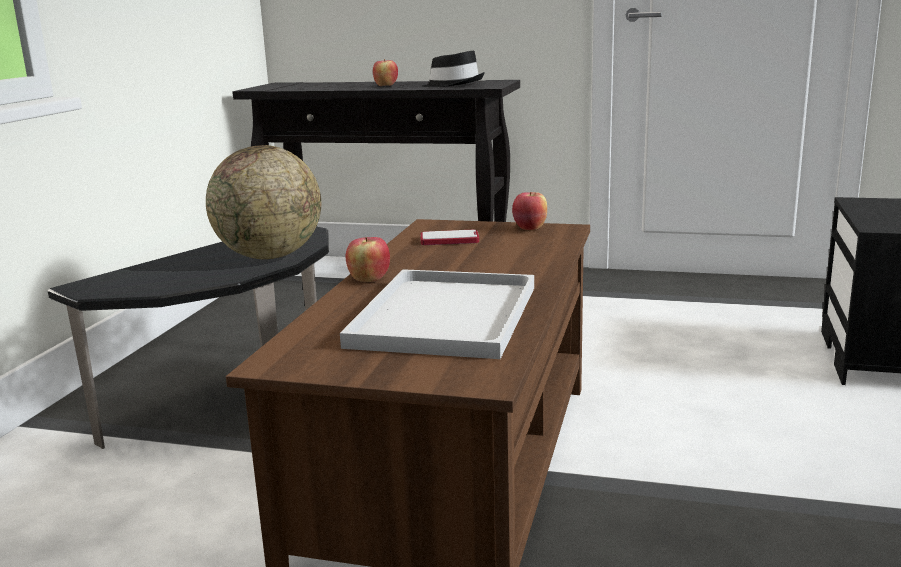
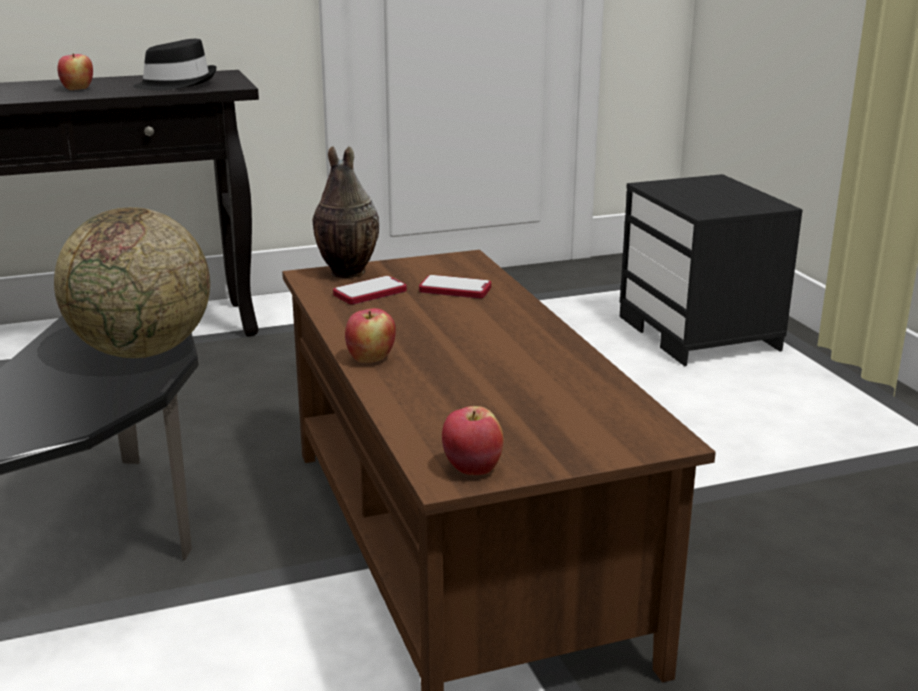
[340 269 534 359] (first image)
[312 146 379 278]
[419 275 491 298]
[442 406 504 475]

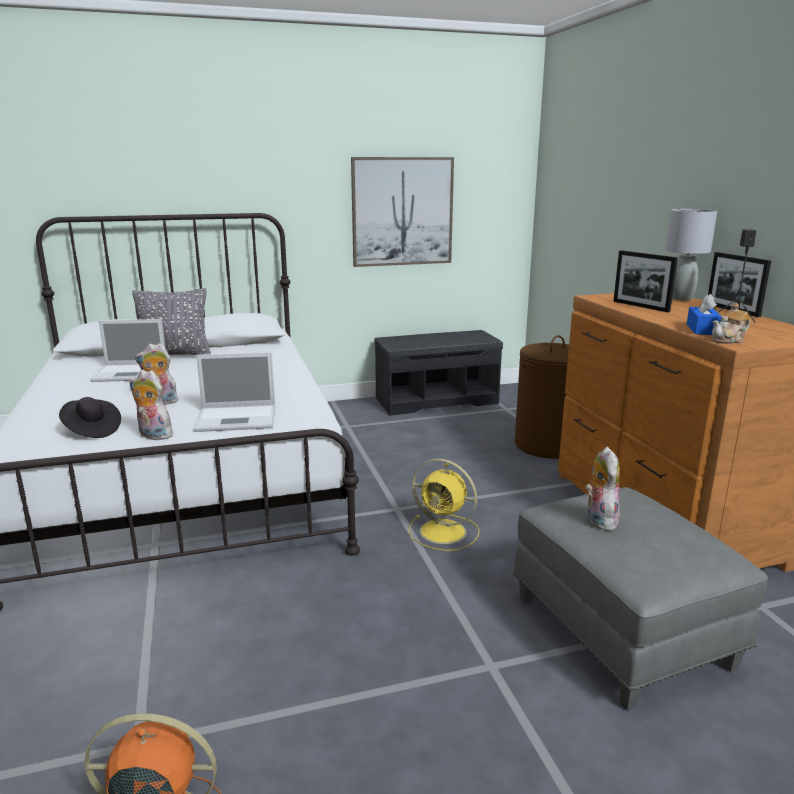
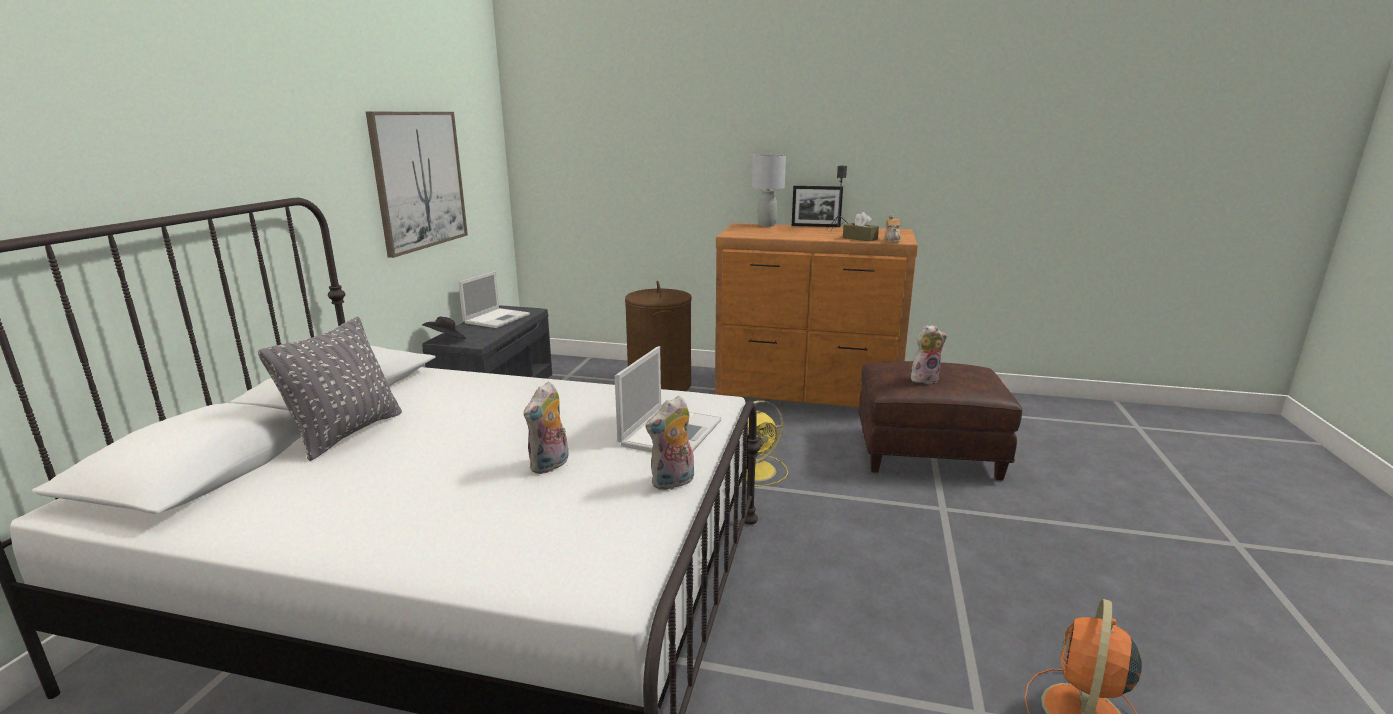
[613 250 678 312] (first image)
[422 317 466 339]
[458 271 530 328]
[858 361 1023 480]
[843 212 879 242]
[911 325 947 384]

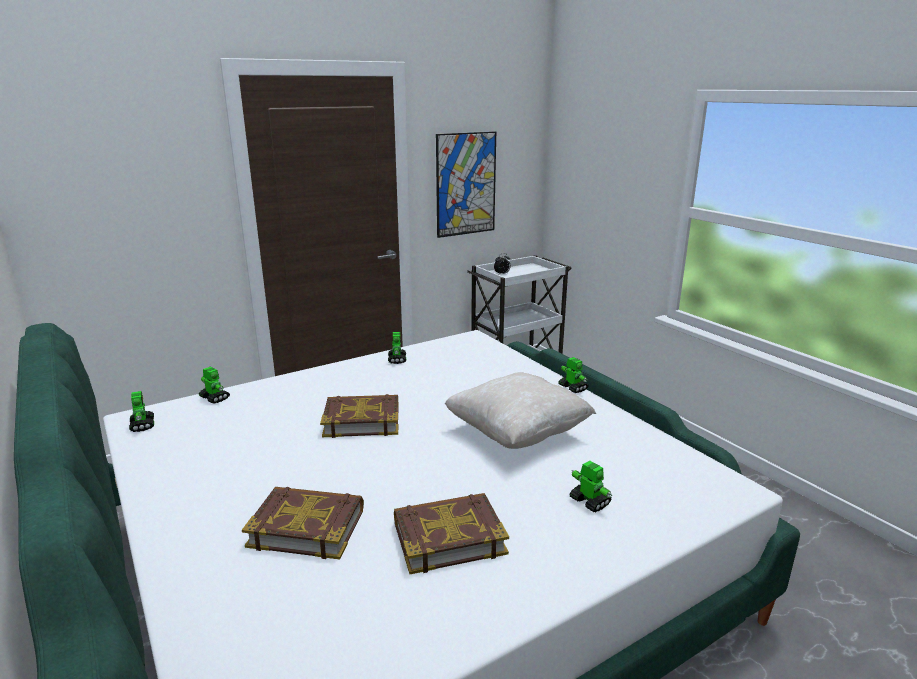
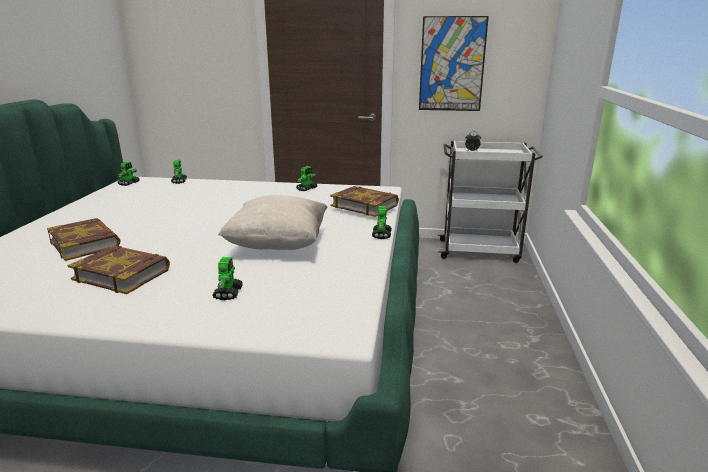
[330 186 399 217]

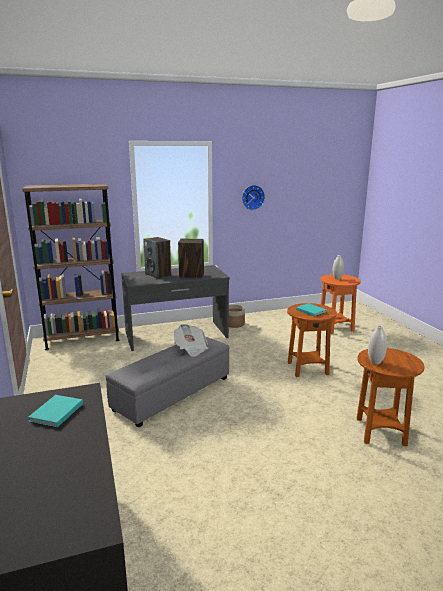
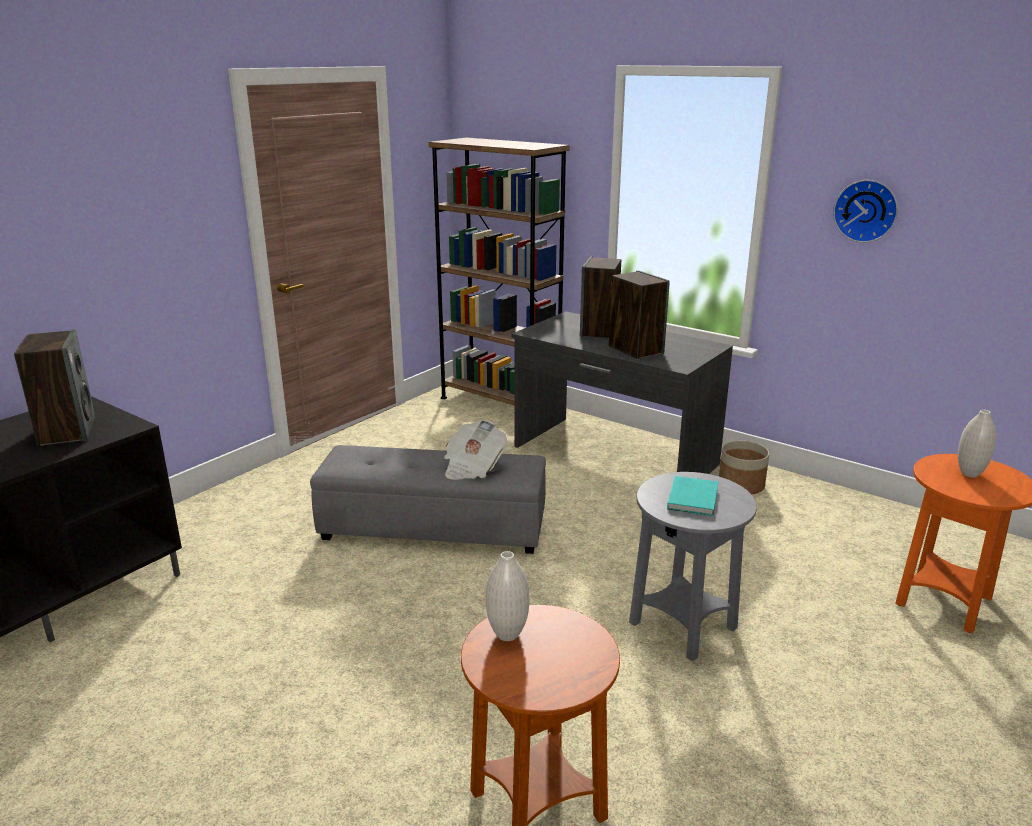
[14 329 95 446]
[629 472 757 662]

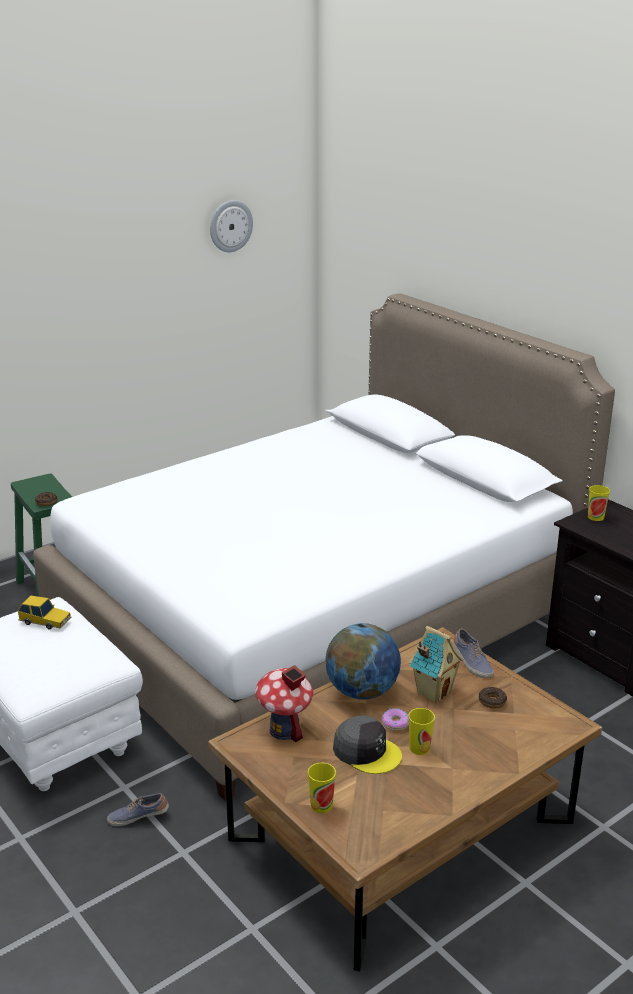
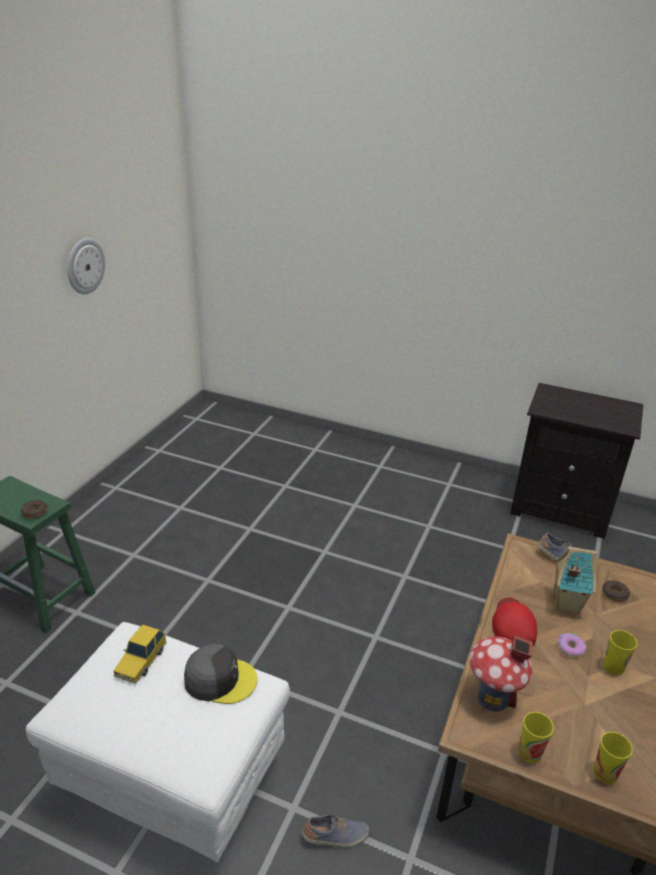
[33 293 615 801] (first image)
[67 238 105 294]
[184 644 257 704]
[518 712 554 763]
[492 597 537 646]
[113 624 167 684]
[302 814 369 848]

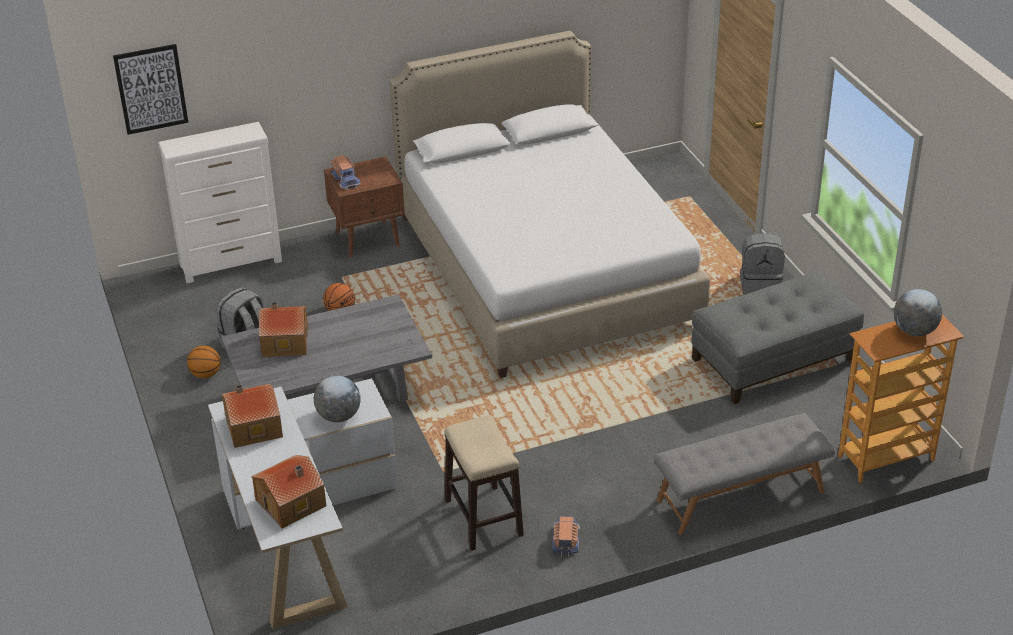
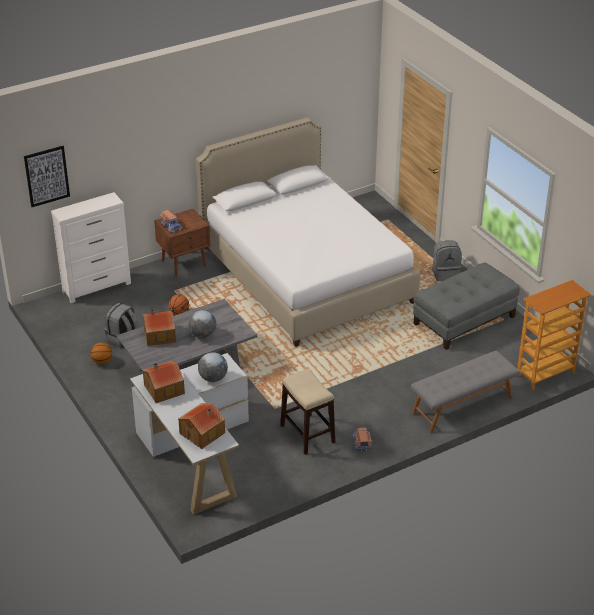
[188 310 216 338]

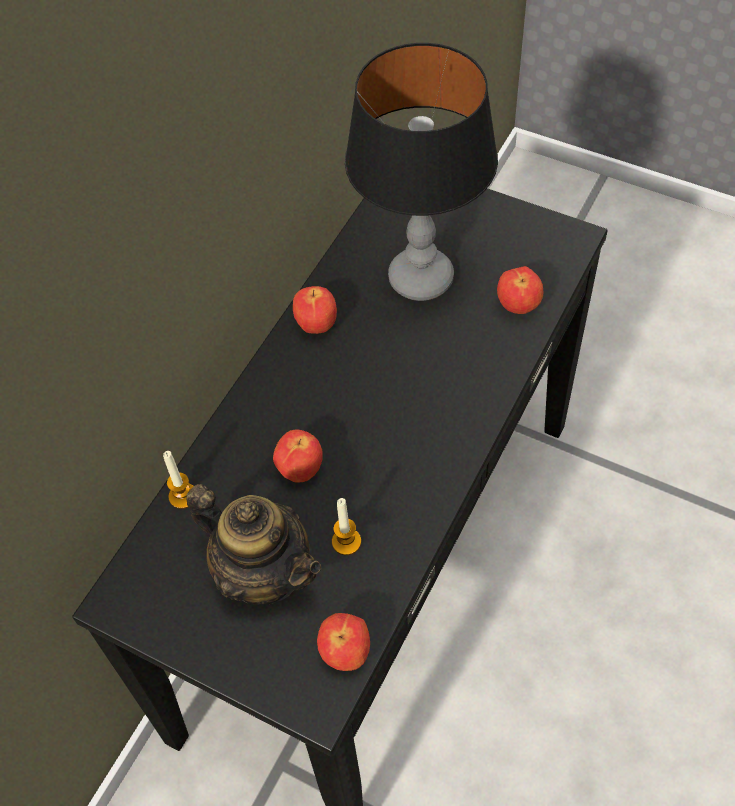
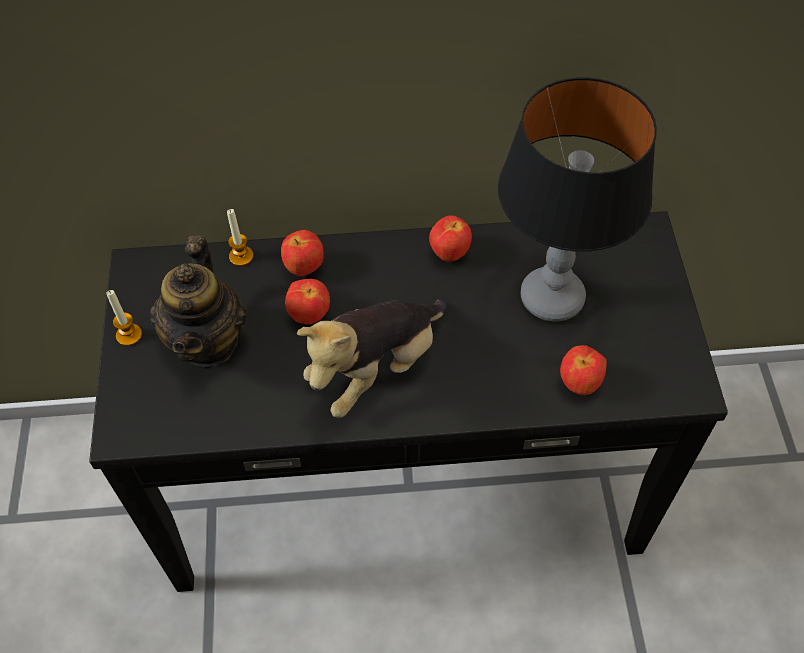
[297 299 446 418]
[281 230 324 276]
[106 290 142 346]

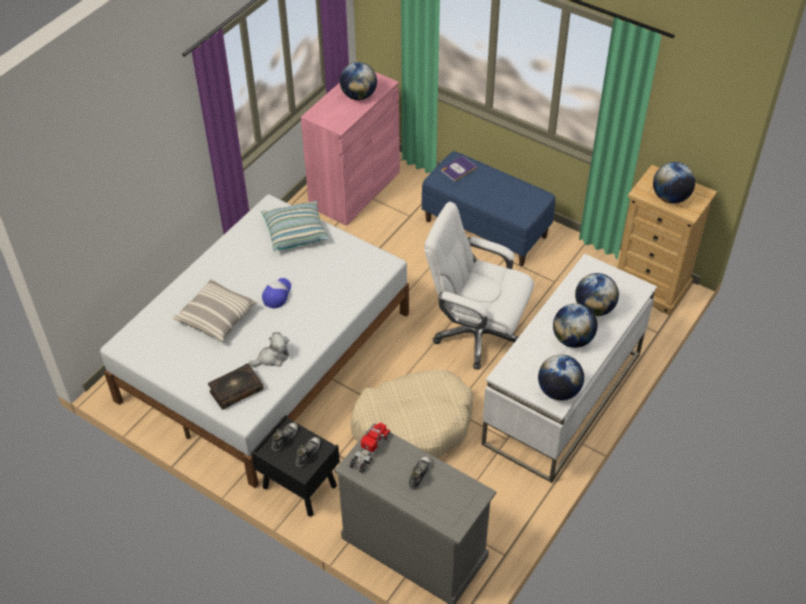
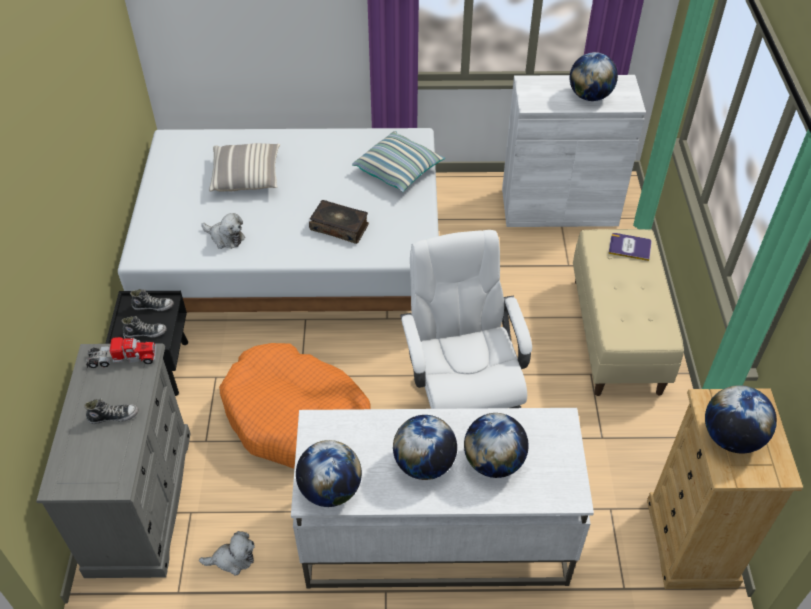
[262 278 291 308] (first image)
[199 531 255 575]
[309 200 369 244]
[502 75 646 227]
[219 343 370 468]
[573 229 684 396]

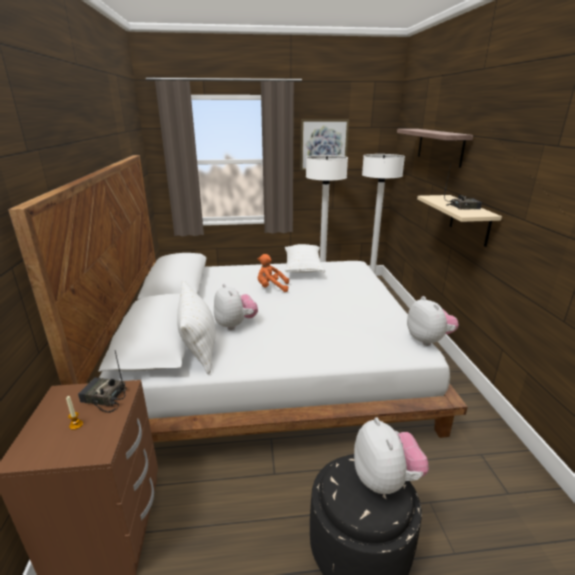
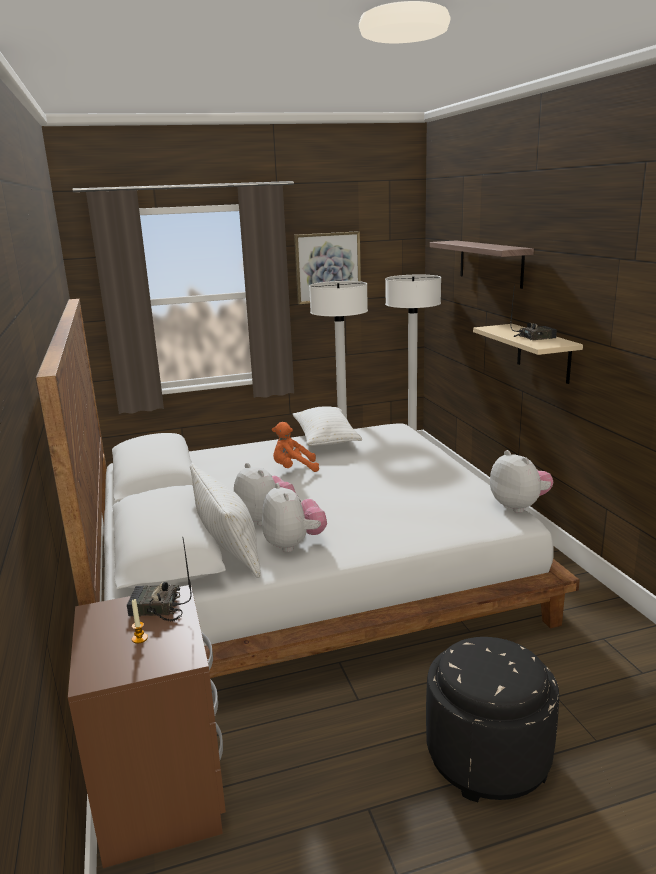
[262 483 327 552]

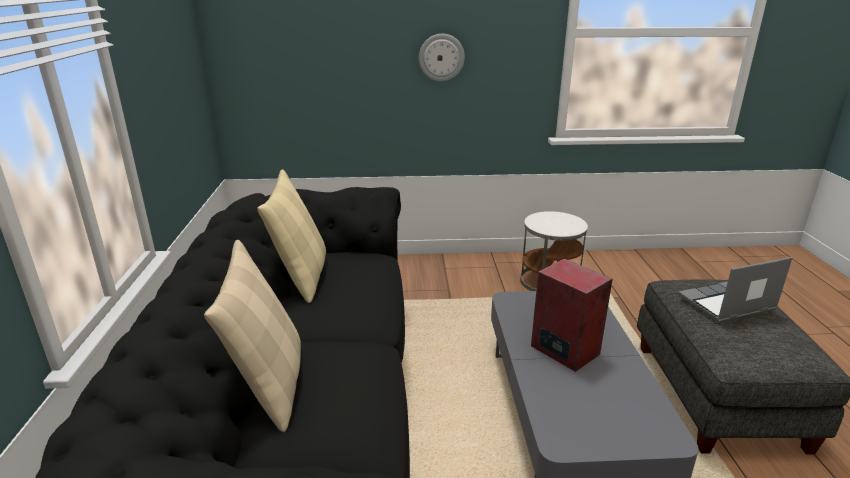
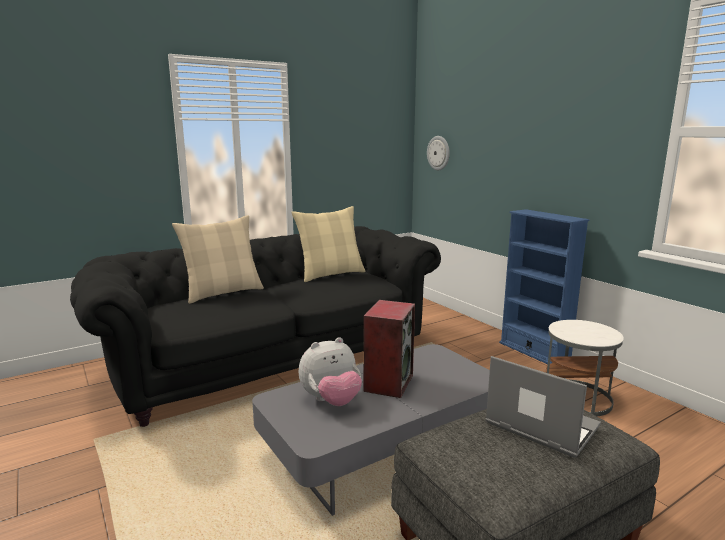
[299 337 362 406]
[499 209 589 364]
[427 136 450 170]

